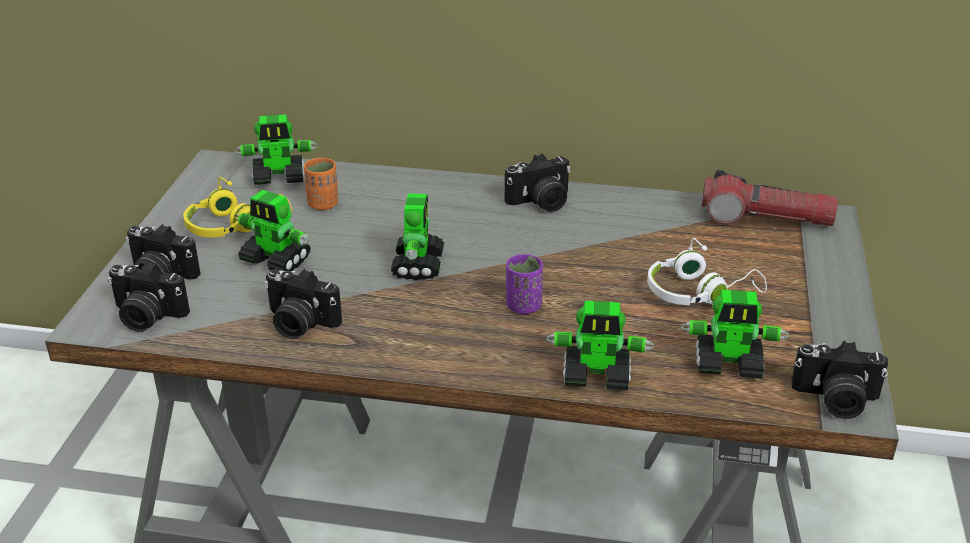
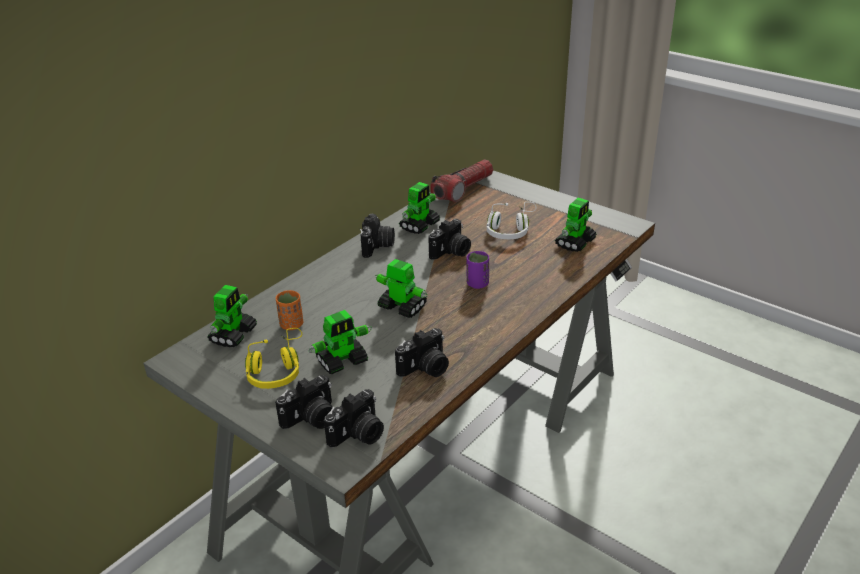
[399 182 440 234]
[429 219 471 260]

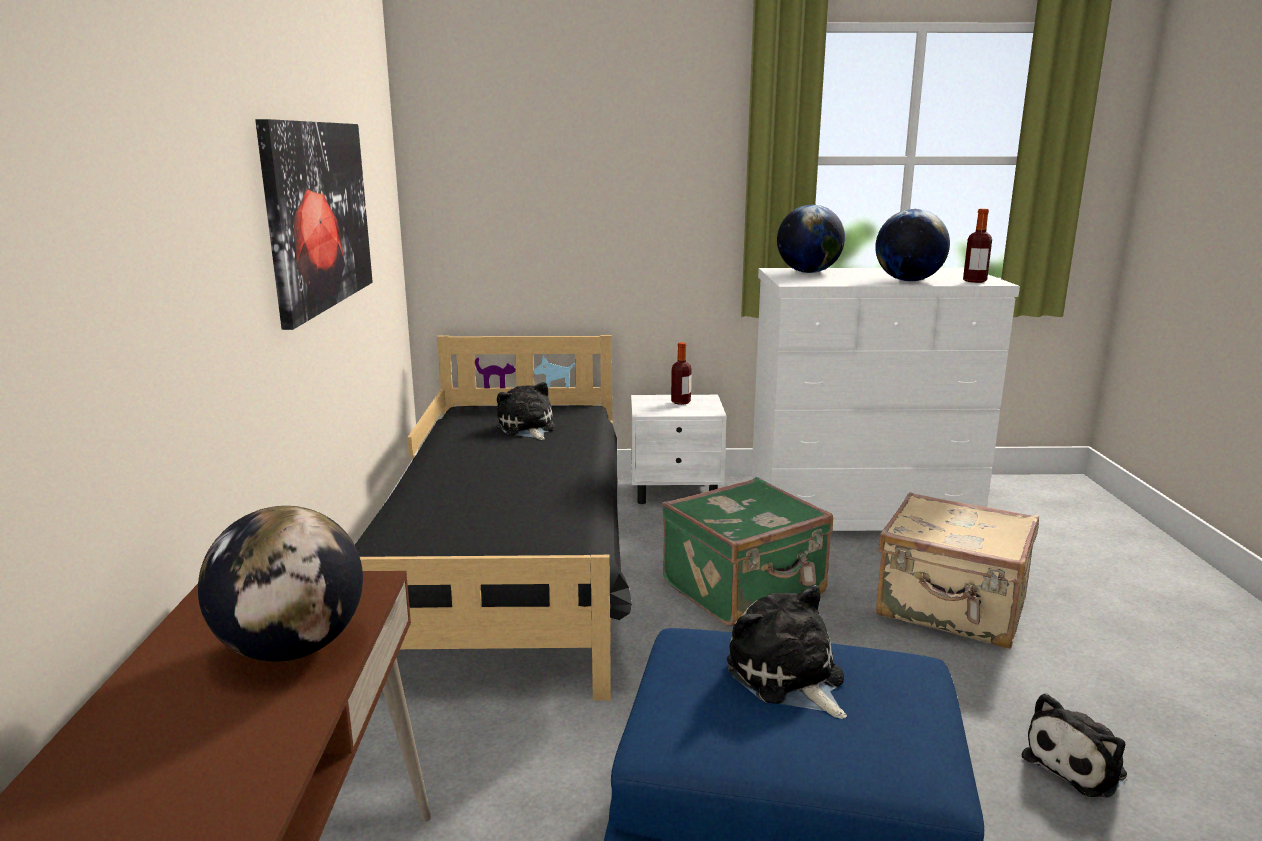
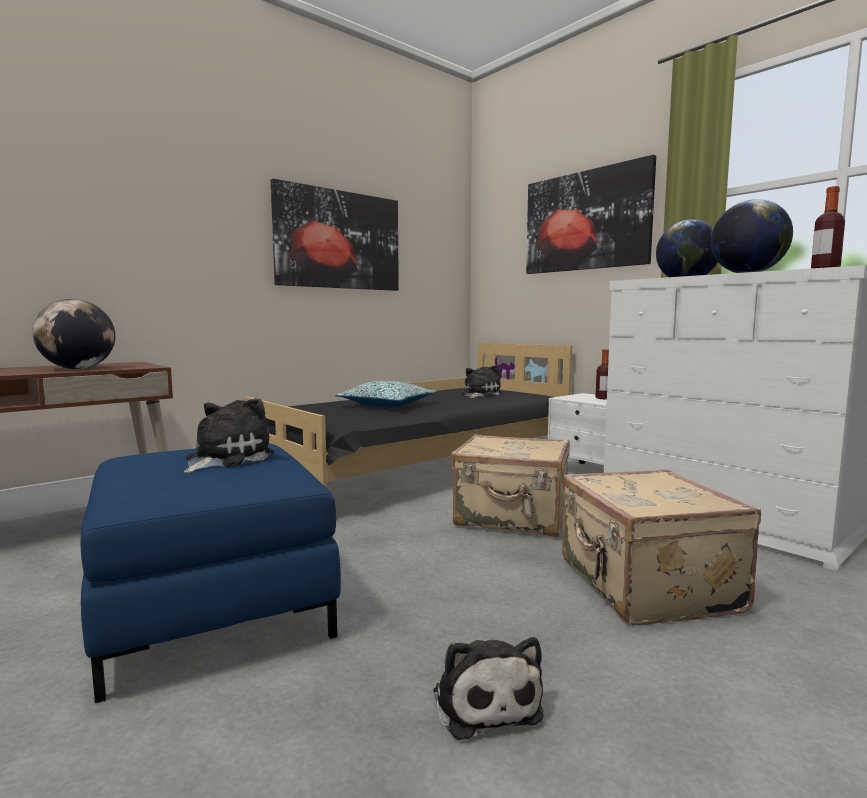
[335 381 437 408]
[526 155 656 274]
[451 434 570 537]
[433 637 544 740]

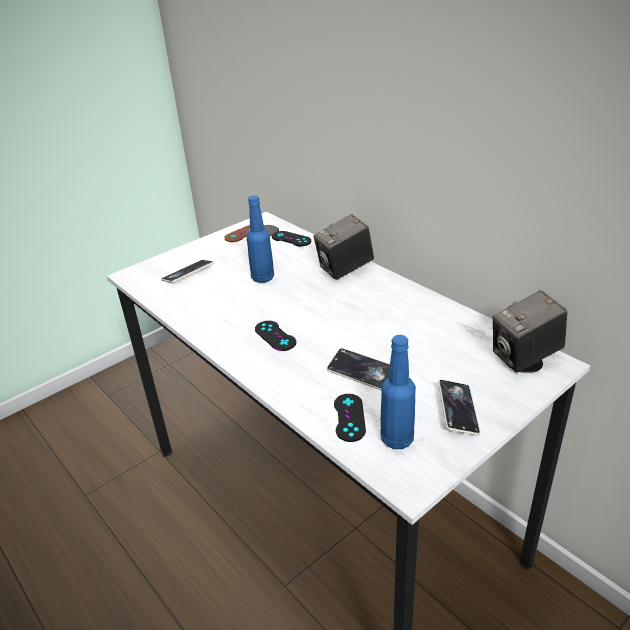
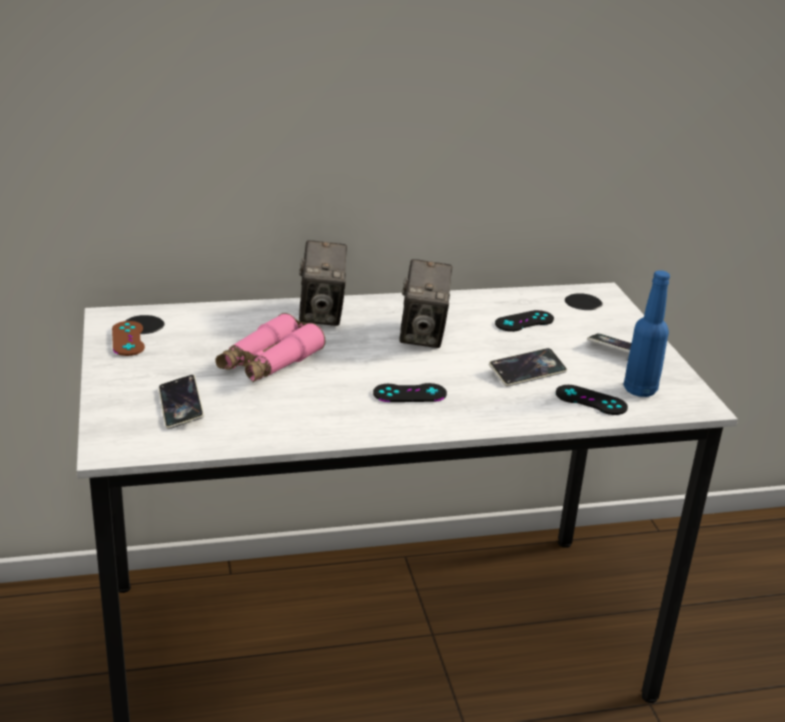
[495 310 554 332]
[399 259 452 348]
[215 313 325 382]

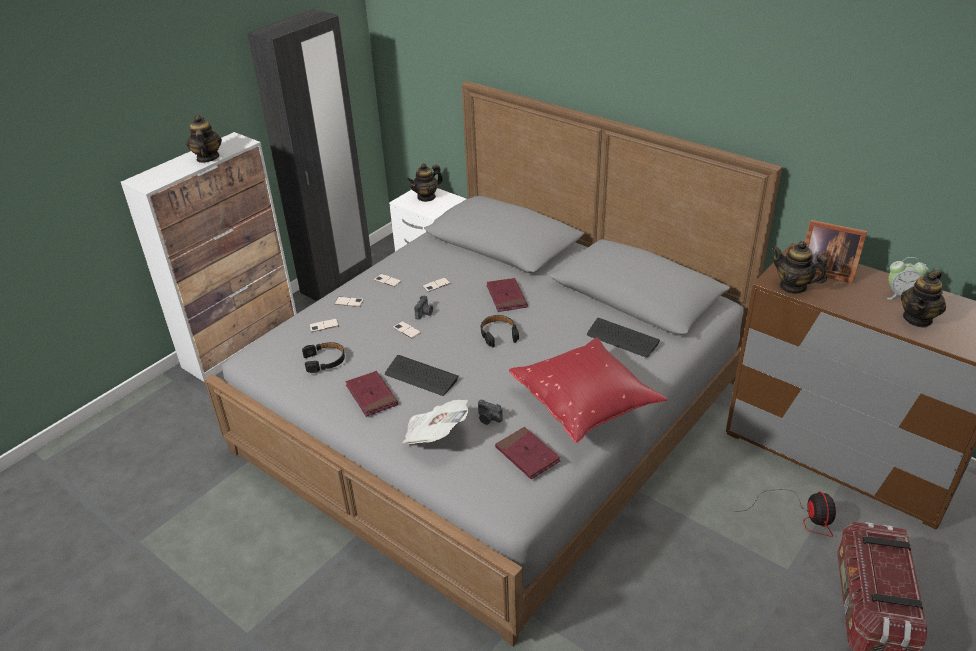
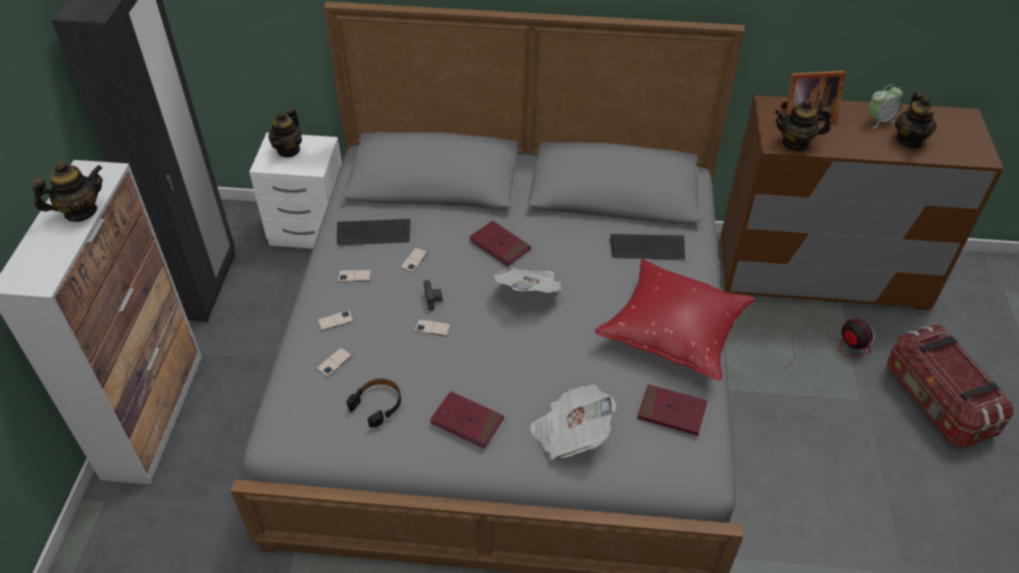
[478 399 503 425] (first image)
[337 219 410 245]
[494 267 563 293]
[31 162 103 222]

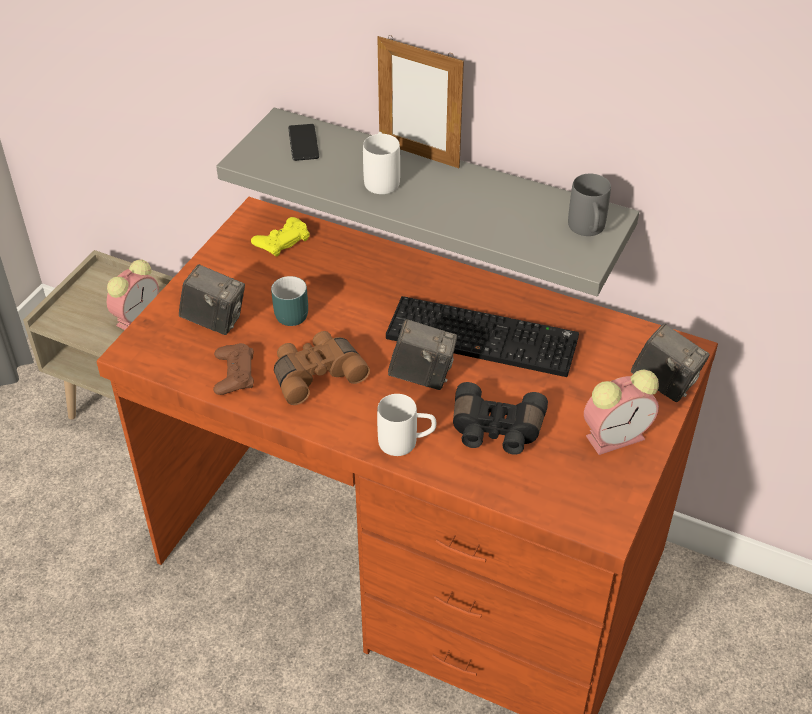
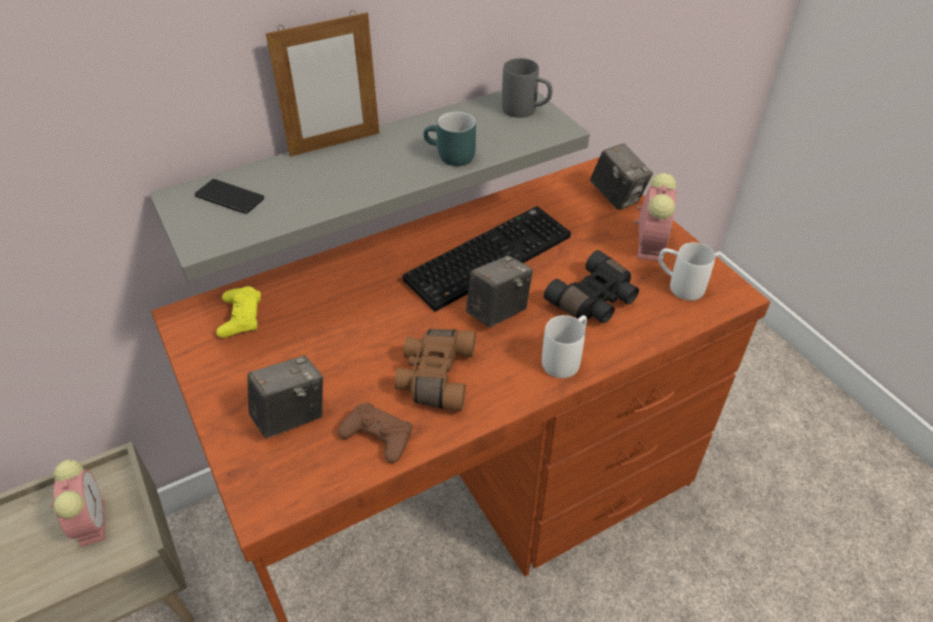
[423 111 476 166]
[658 242 715 300]
[590 143 653 210]

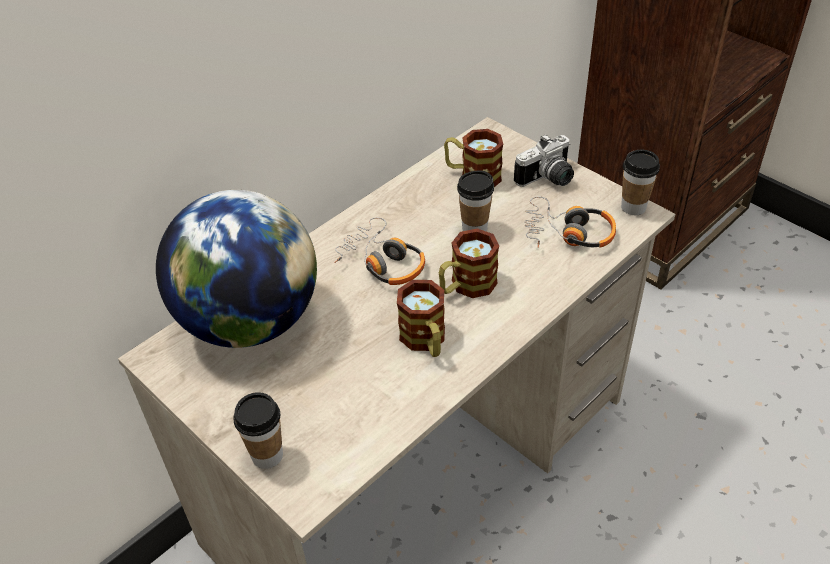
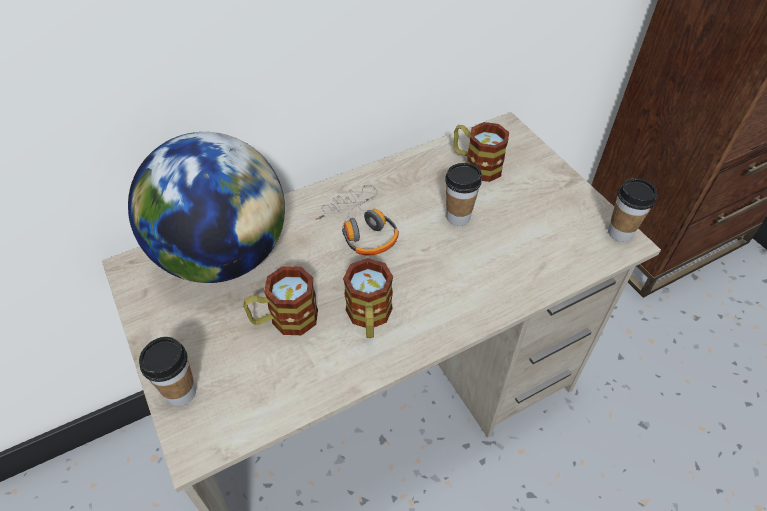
[514 134 574 187] (first image)
[524 196 616 248] (first image)
[244 266 318 335]

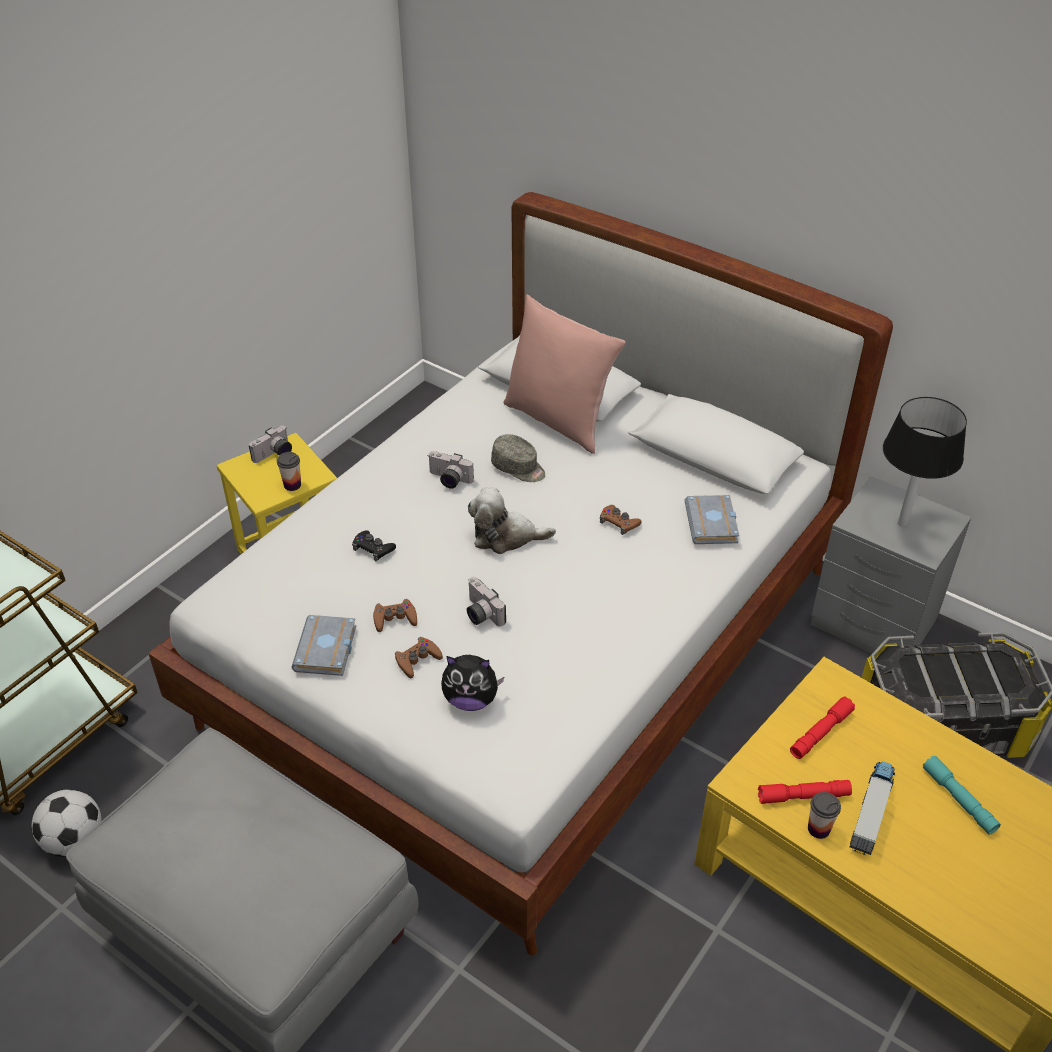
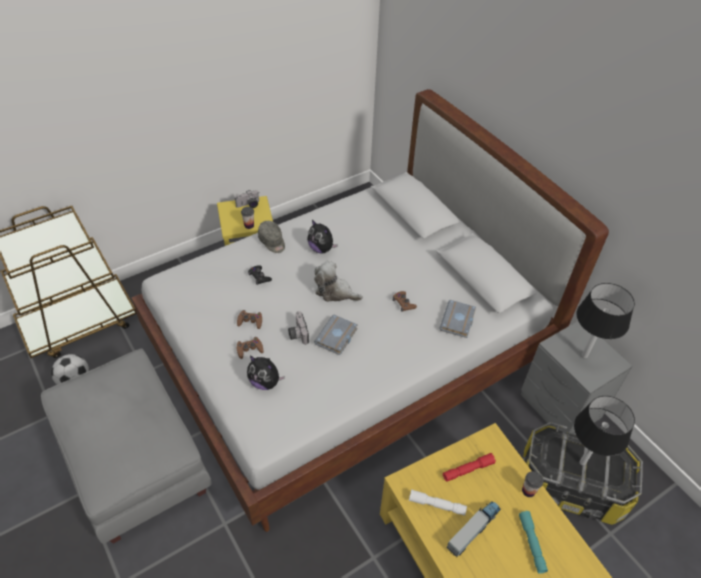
[504 294 625 454] (first image)
[574 396 635 466]
[314 315 358 355]
[258 221 285 253]
[522 471 544 497]
[307 220 338 254]
[409 489 467 516]

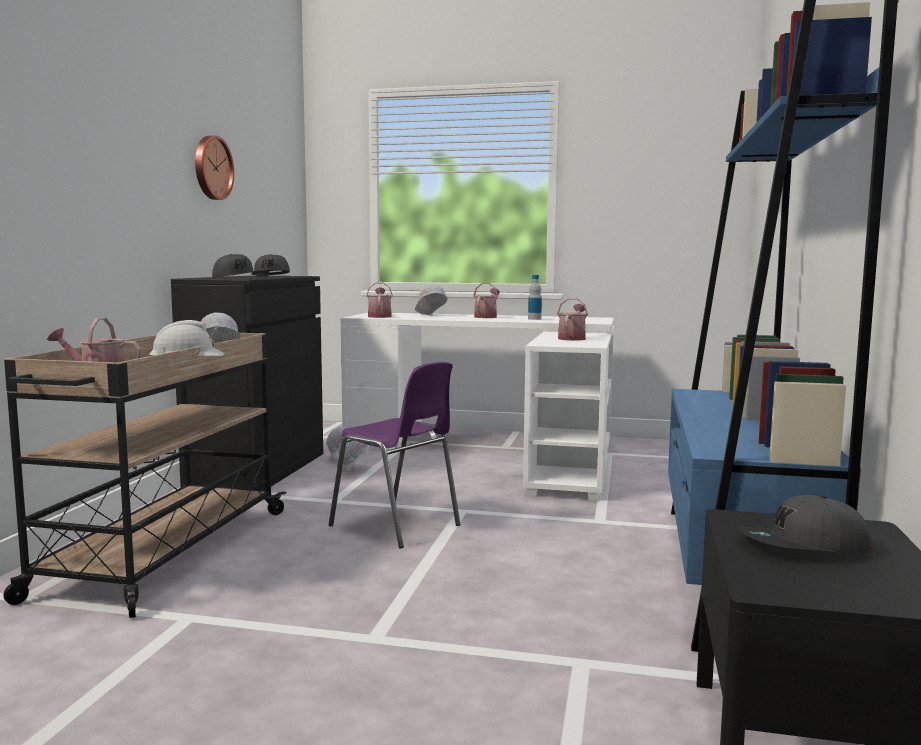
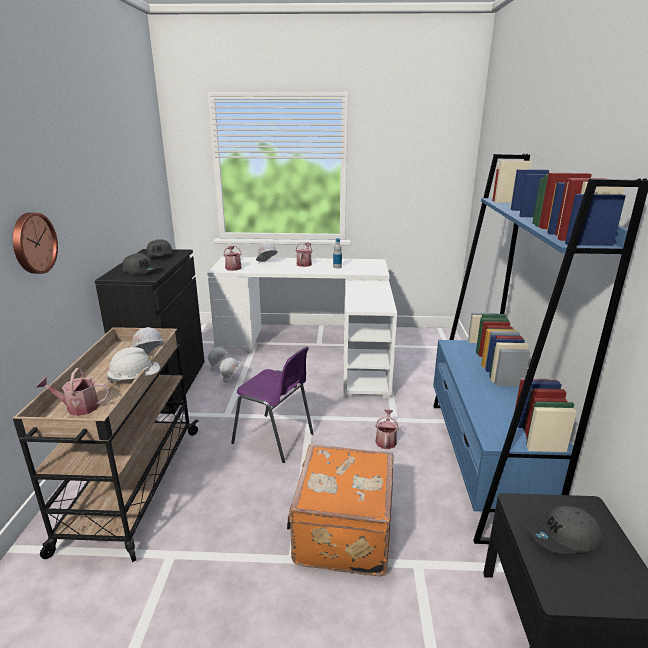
[287 444 394 576]
[13 213 58 274]
[375 409 399 449]

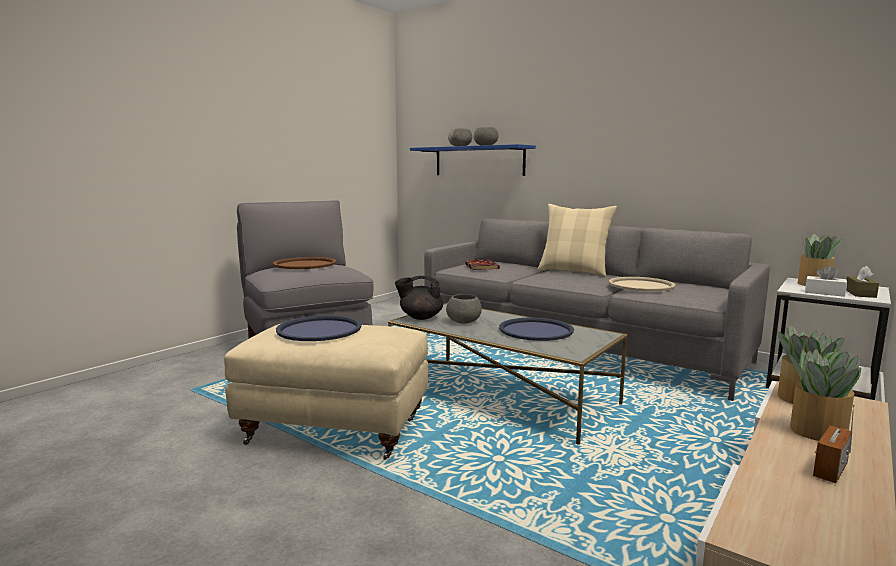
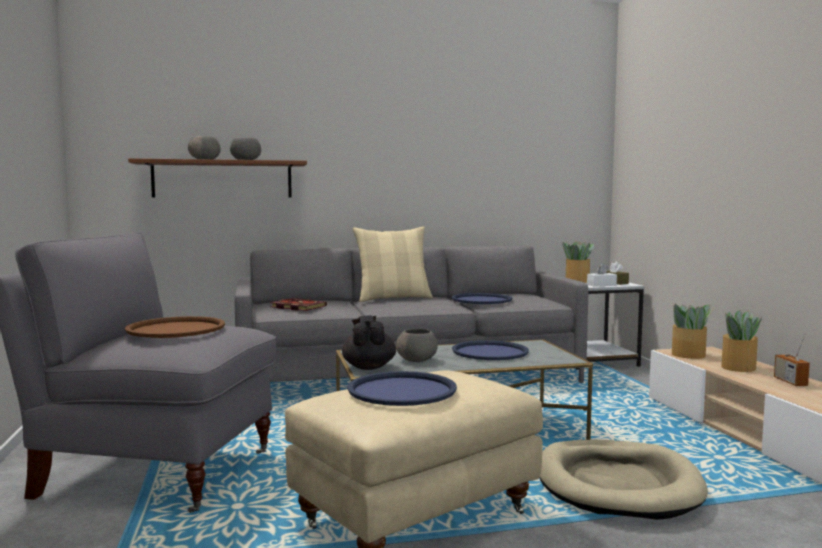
[540 440 708 520]
[128 158 307 197]
[452 293 512 304]
[342 315 396 370]

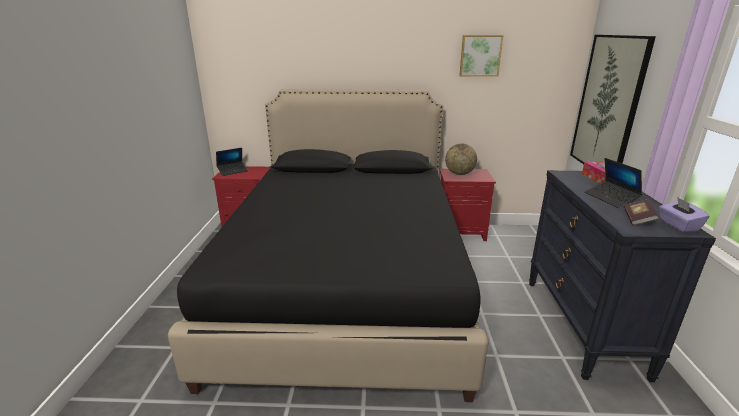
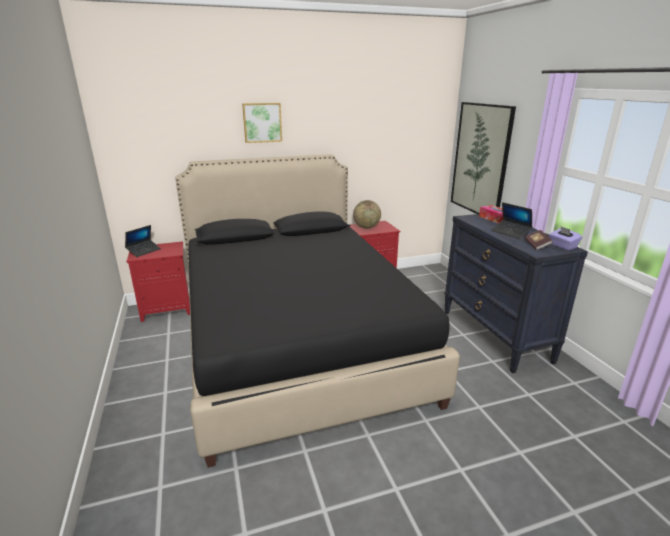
[242 103 282 143]

